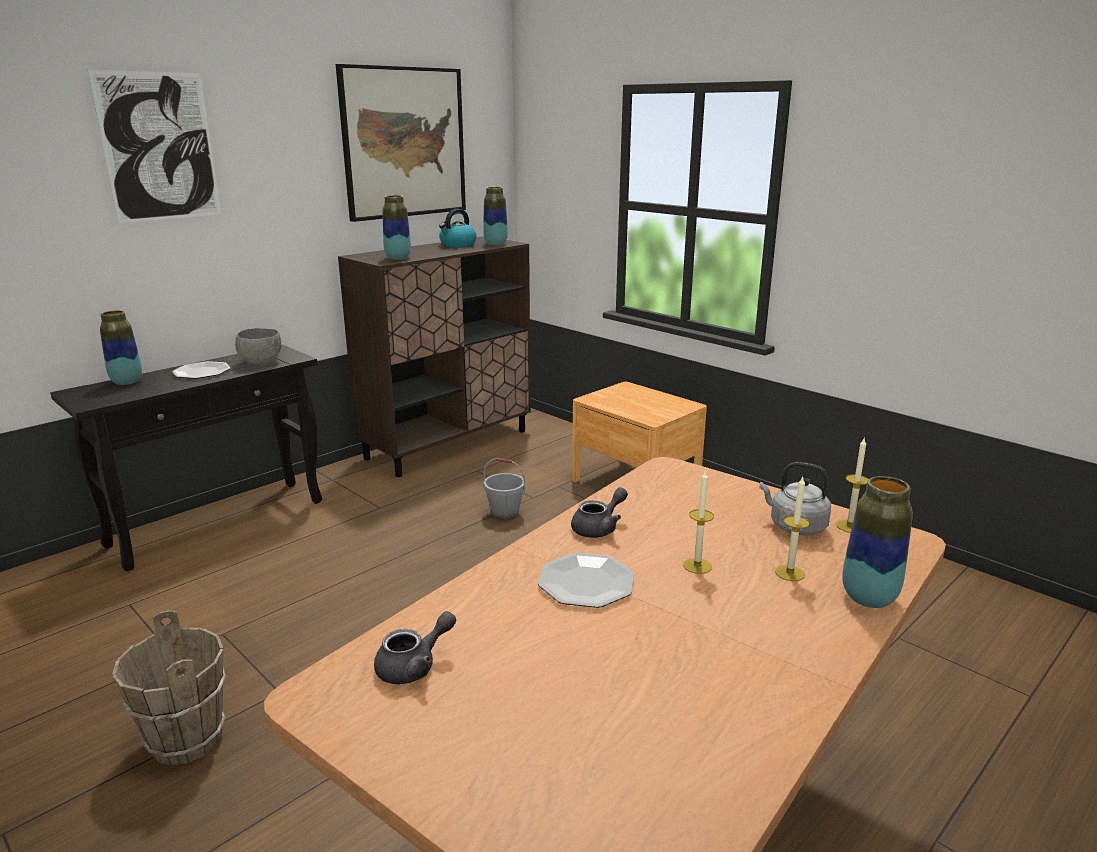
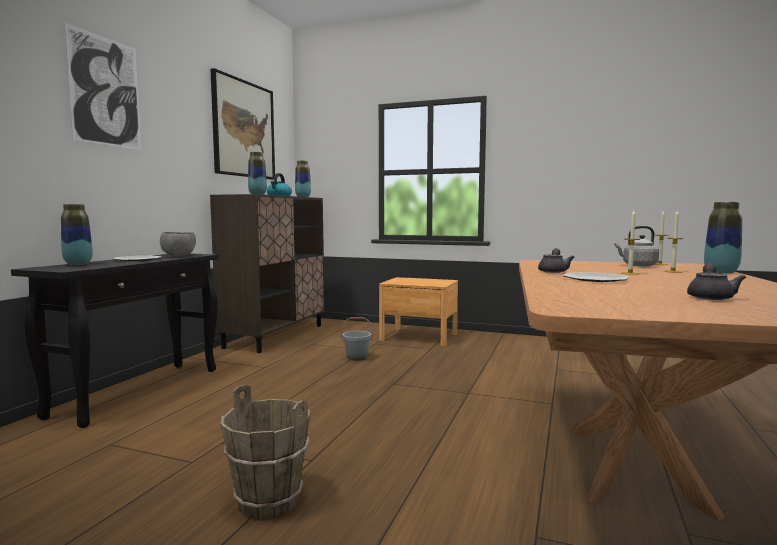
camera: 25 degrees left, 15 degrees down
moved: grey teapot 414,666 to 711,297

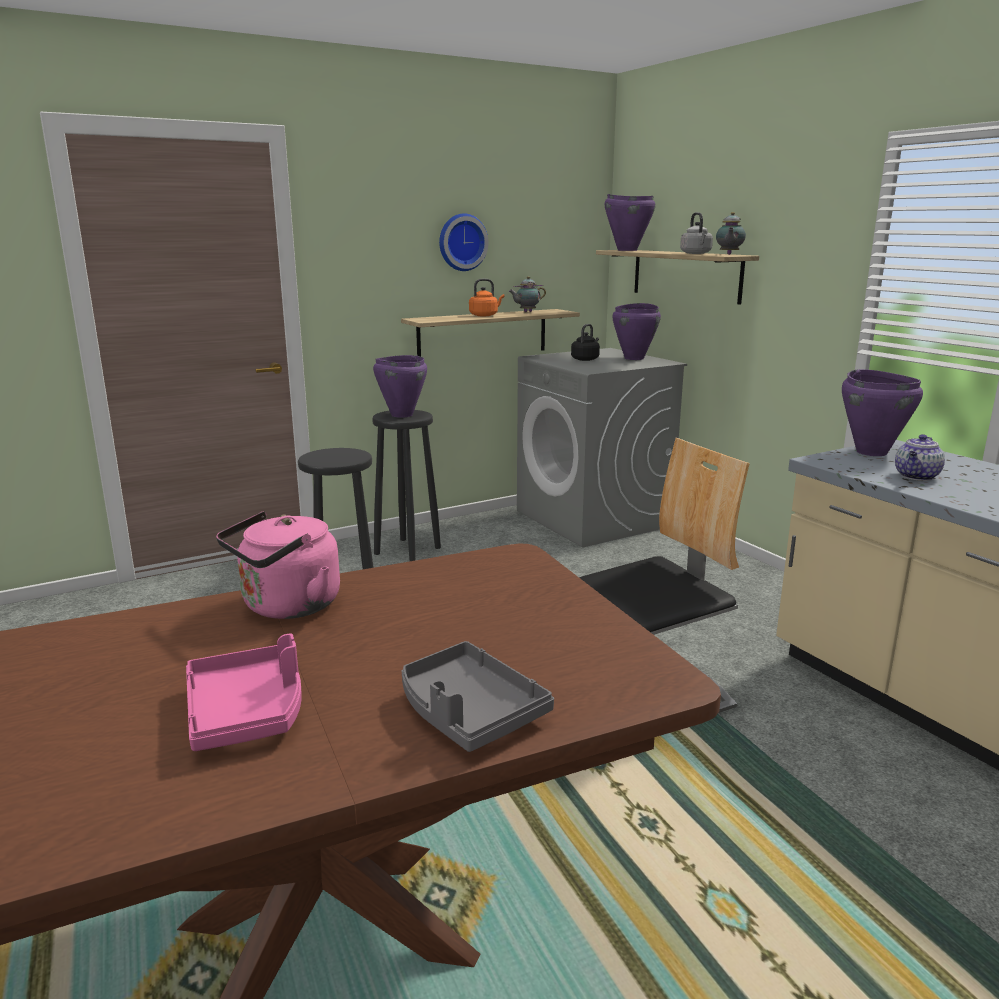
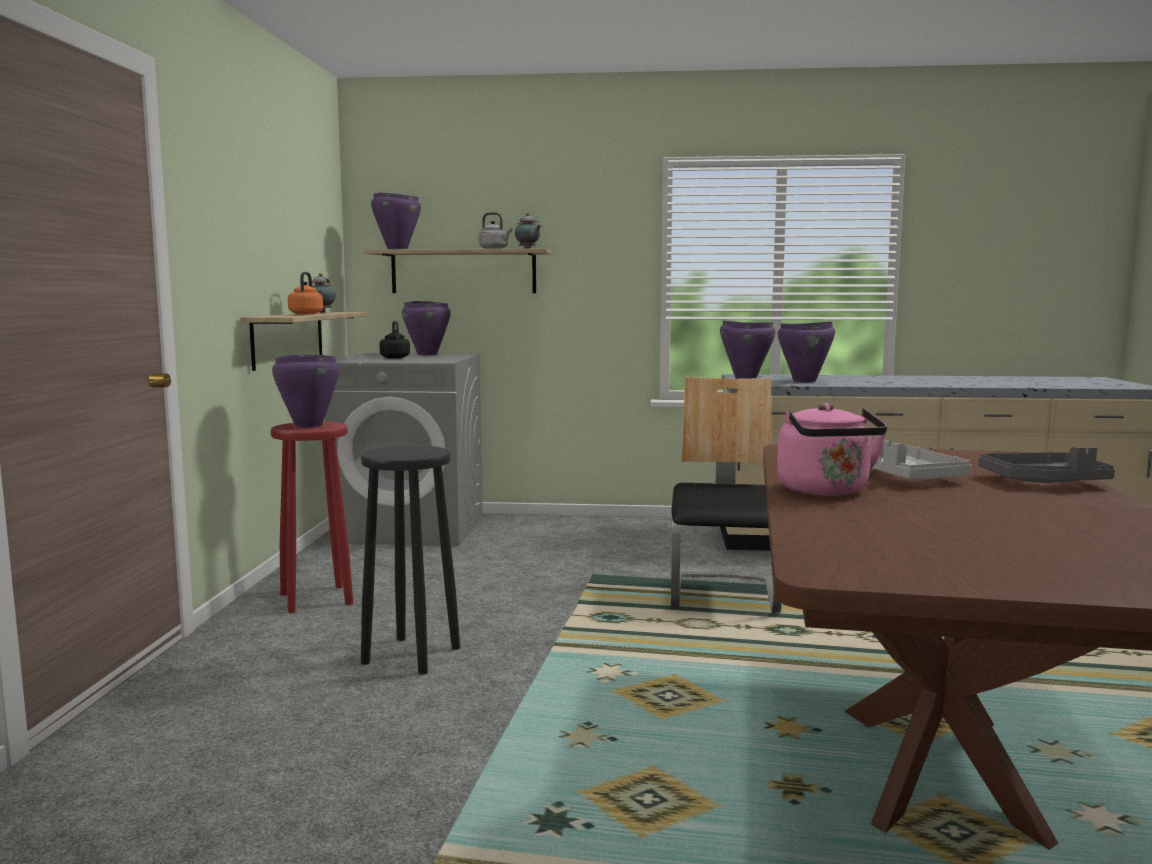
camera: 55 degrees left, 10 degrees down
removed: pink tray 248,712; wall clock 461,242
added: grey tray 907,477
replaced: teapot 917,476 to purple cooking pot 805,381
recoloured: black stool 408,551 to red stool 317,599

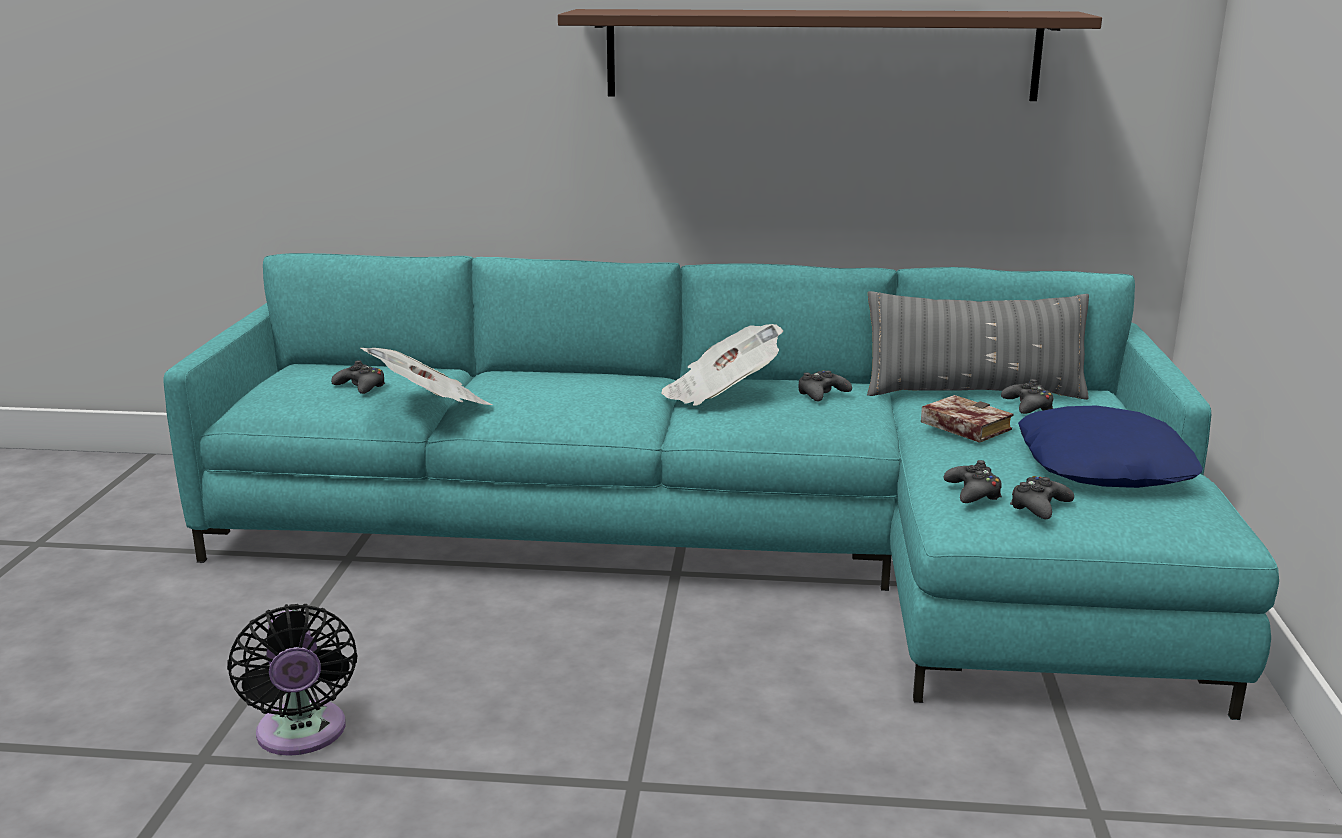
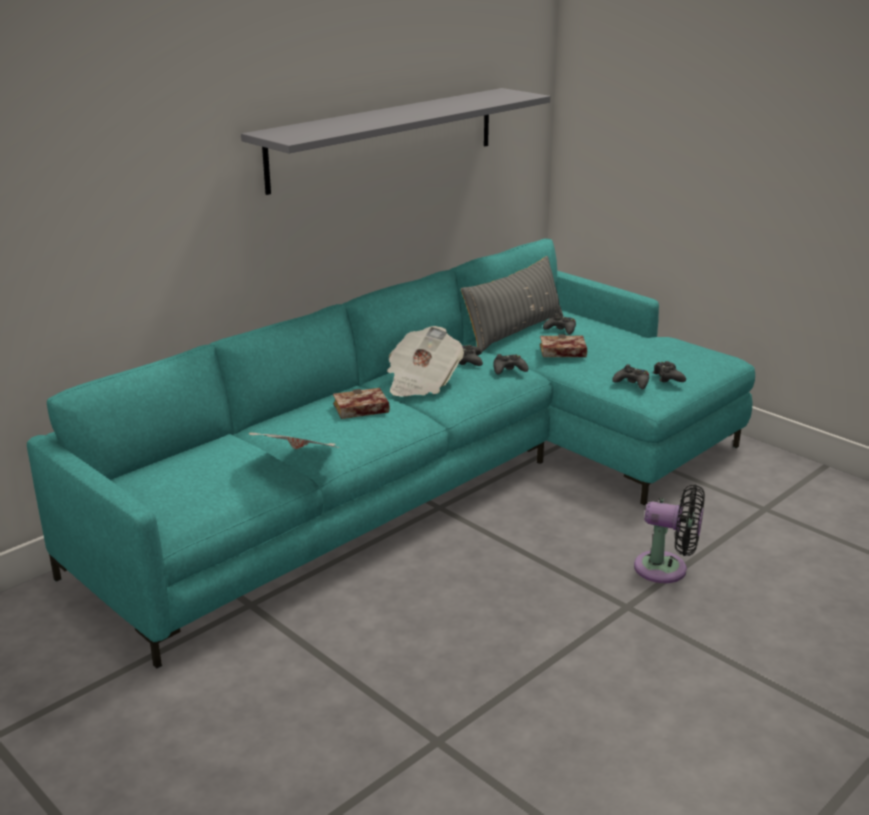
camera: 50 degrees left, 5 degrees up
removed: blue pillow 1104,466
added: book 359,410
moved: black game controller 361,386 to 509,370; black fan 302,735 to 666,569
recoloured: brown shelf 820,54 to grey shelf 385,138

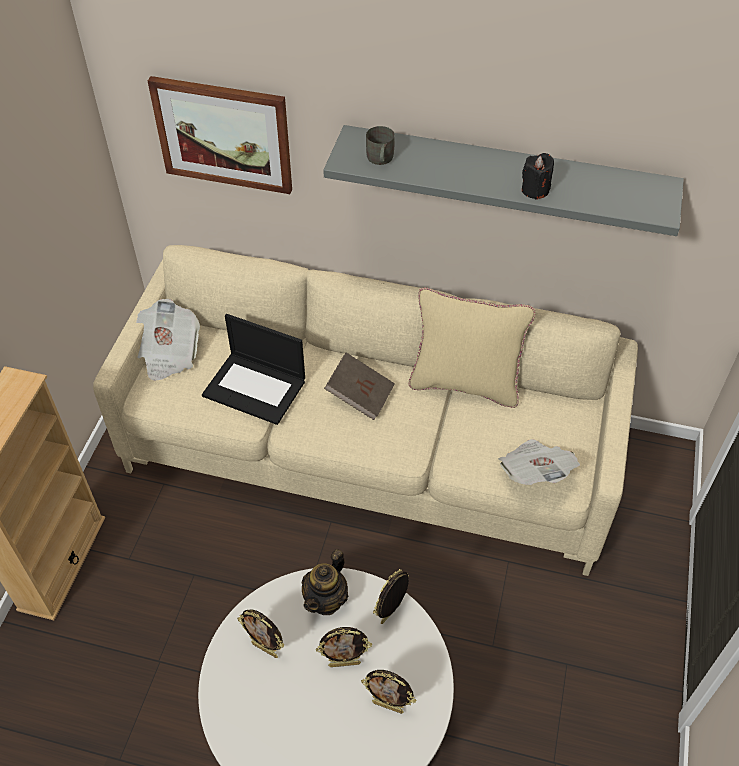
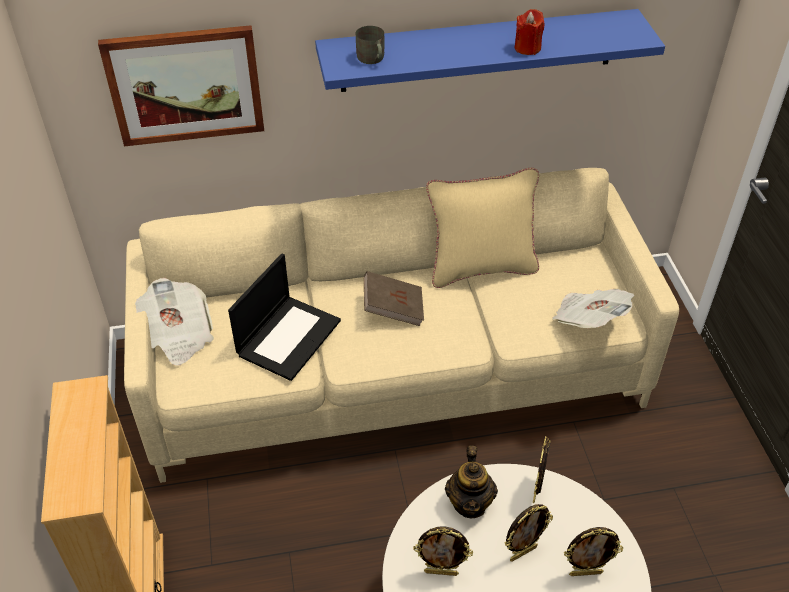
camera: 25 degrees left, 5 degrees down
recoloured: grey shelf 505,175 to blue shelf 478,50; black candle 535,190 to red candle 527,48
turned: laptop 256,388 = 288,336 60 degrees counterclockwise

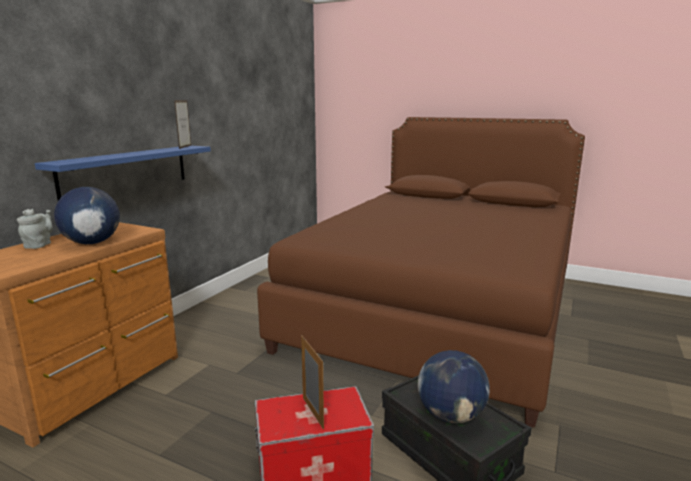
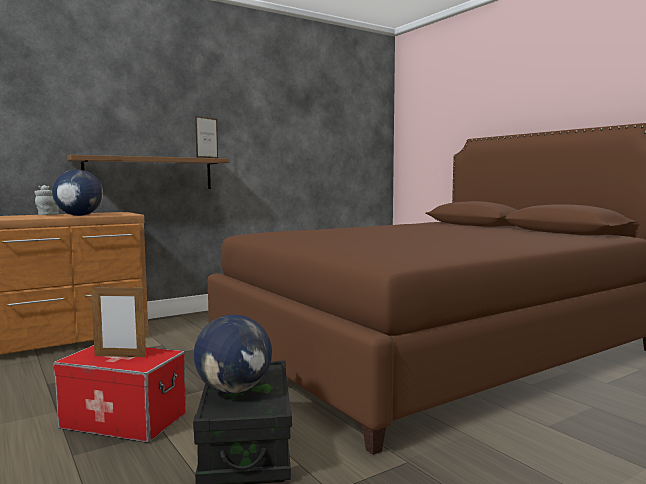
camera: 30 degrees right, 10 degrees down
recoloured: blue shelf 126,171 to brown shelf 149,173
turned: picture frame 312,412 = 120,356 90 degrees clockwise

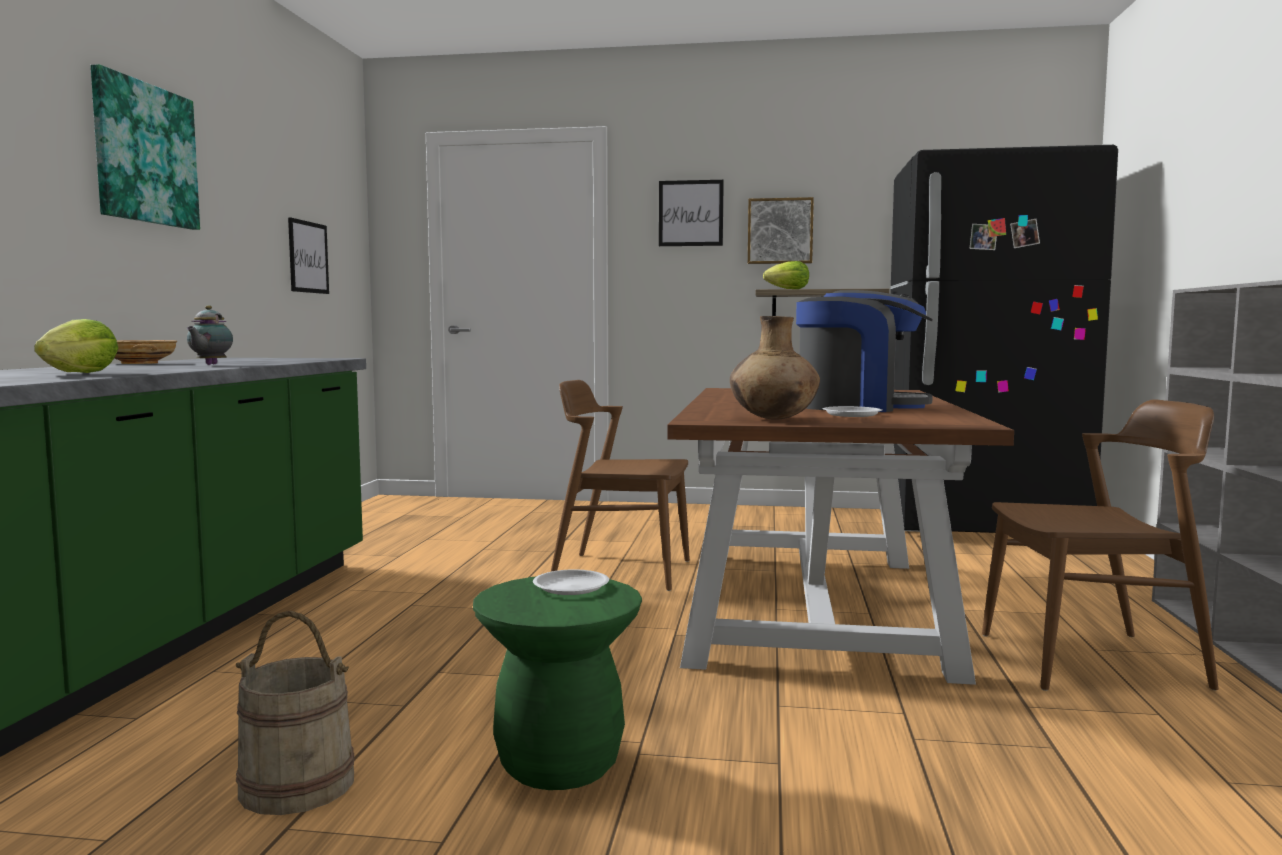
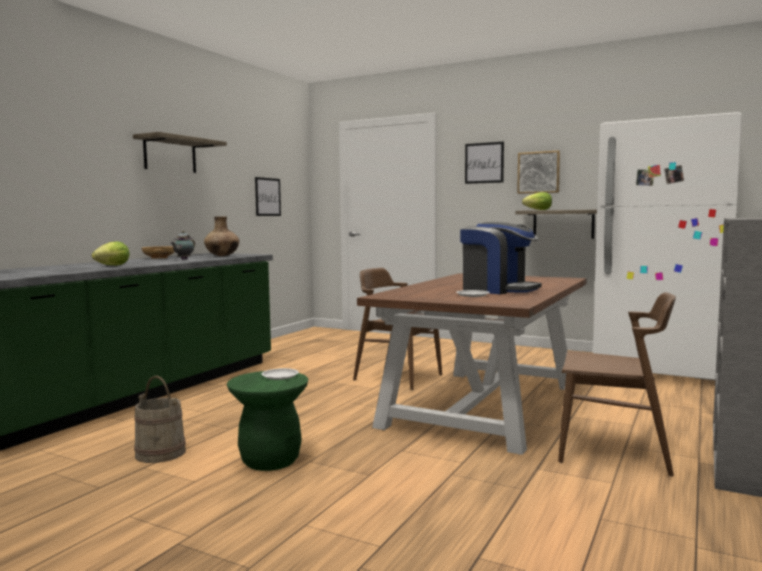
camera: 20 degrees right, 0 degrees up
moved: brown vase 773,419 to 222,256
replaced: picture 144,154 to shelf 170,155
recoloured: black fridge 980,526 to white fridge 660,369

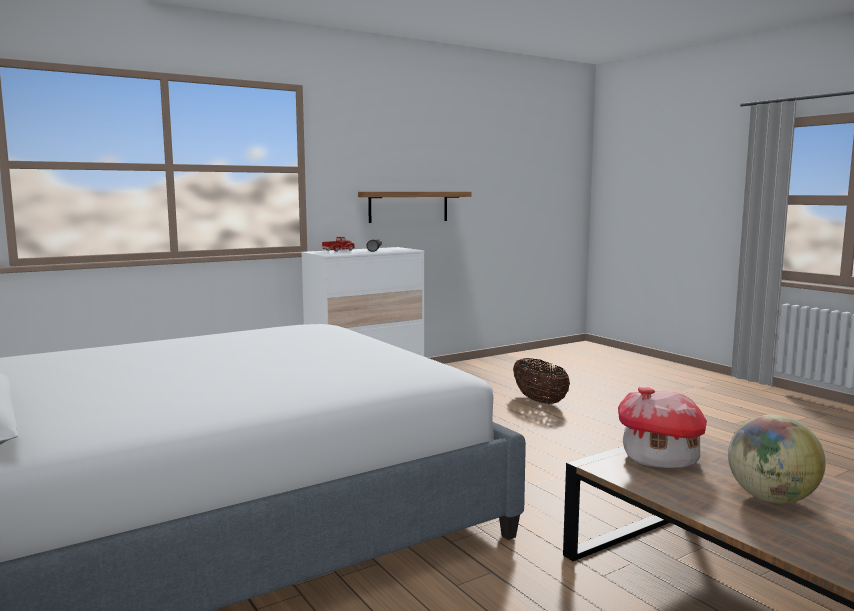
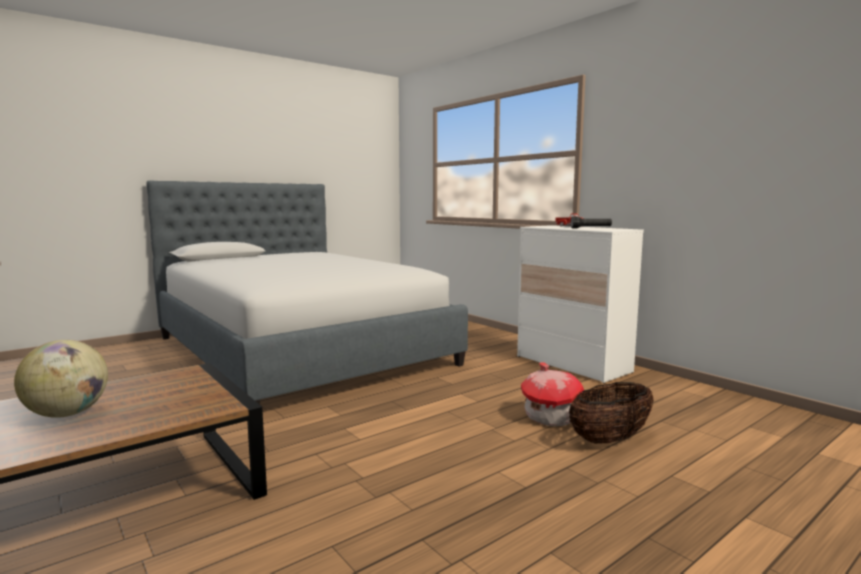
camera: 85 degrees right, 0 degrees up
removed: shelf 408,206
moved: toy house 660,458 to 549,417

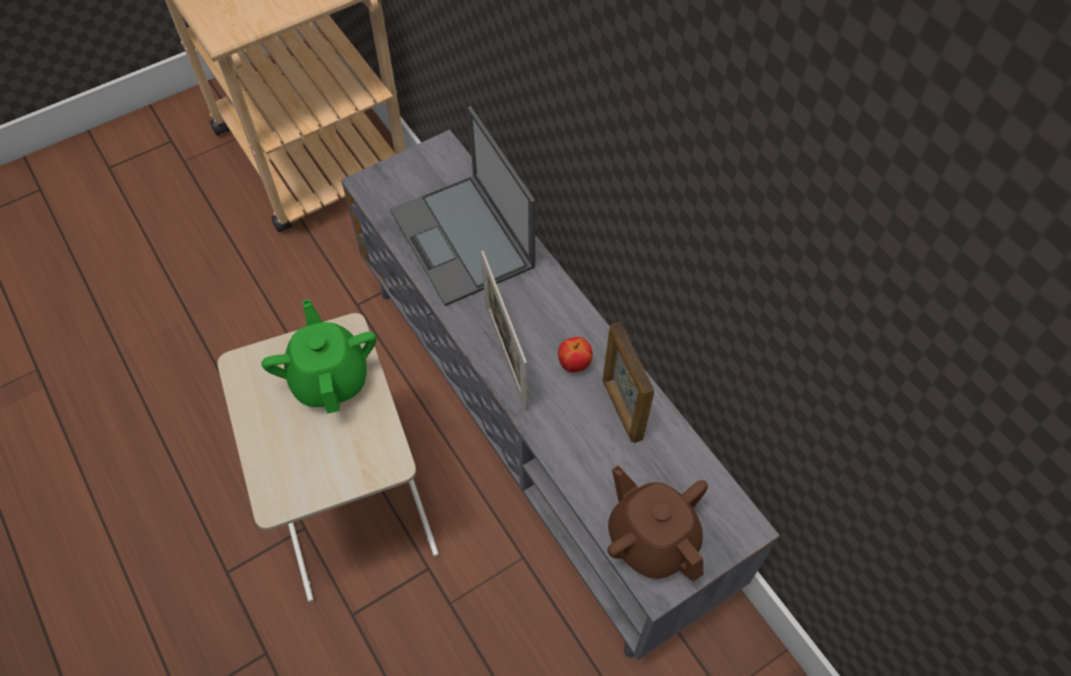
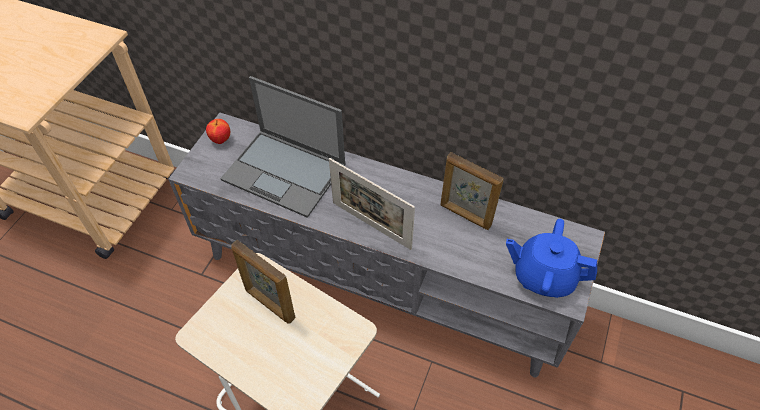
camera: 35 degrees left, 5 degrees down
moved: apple 574,364 to 221,140
replaced: green teapot 330,378 to picture frame 269,304
recoloured: brown teapot 652,538 to blue teapot 543,276

